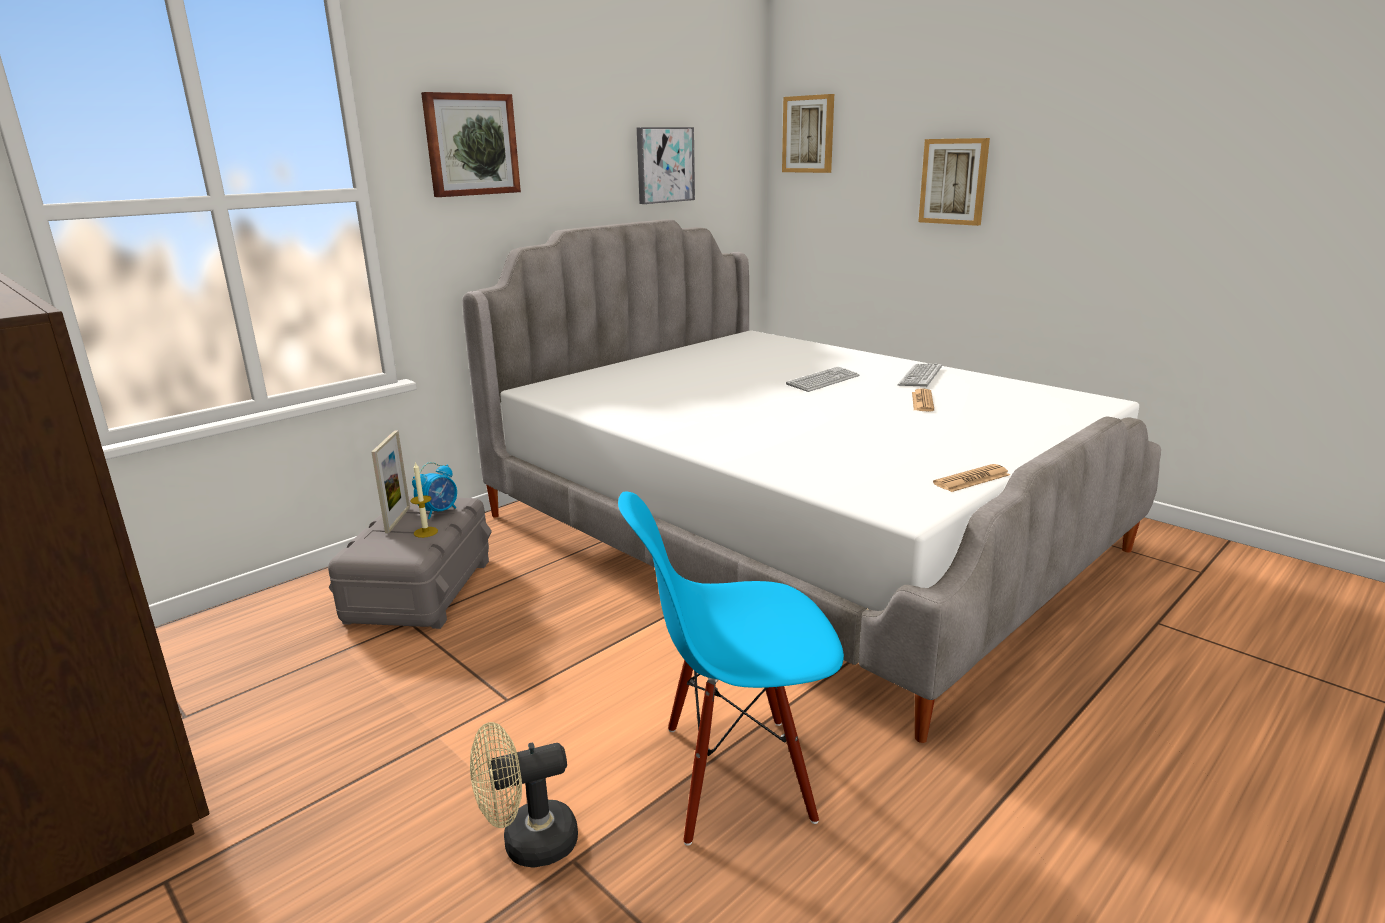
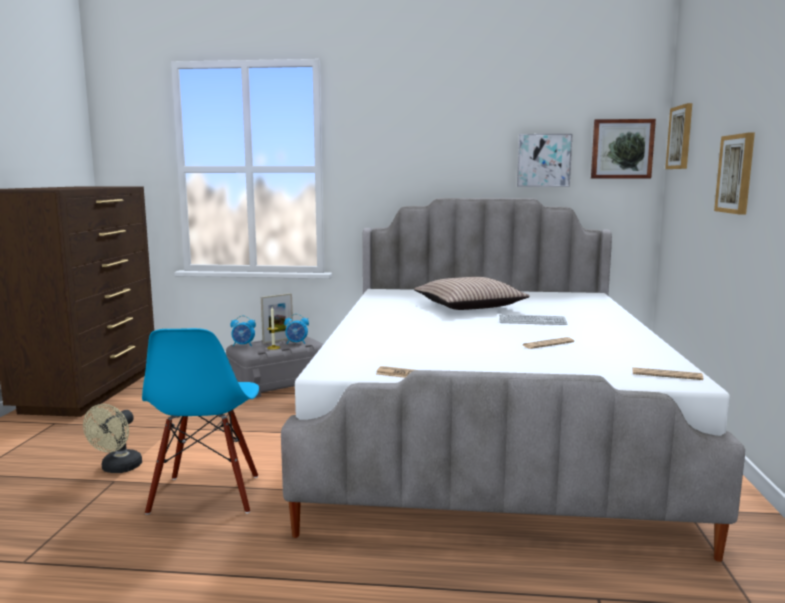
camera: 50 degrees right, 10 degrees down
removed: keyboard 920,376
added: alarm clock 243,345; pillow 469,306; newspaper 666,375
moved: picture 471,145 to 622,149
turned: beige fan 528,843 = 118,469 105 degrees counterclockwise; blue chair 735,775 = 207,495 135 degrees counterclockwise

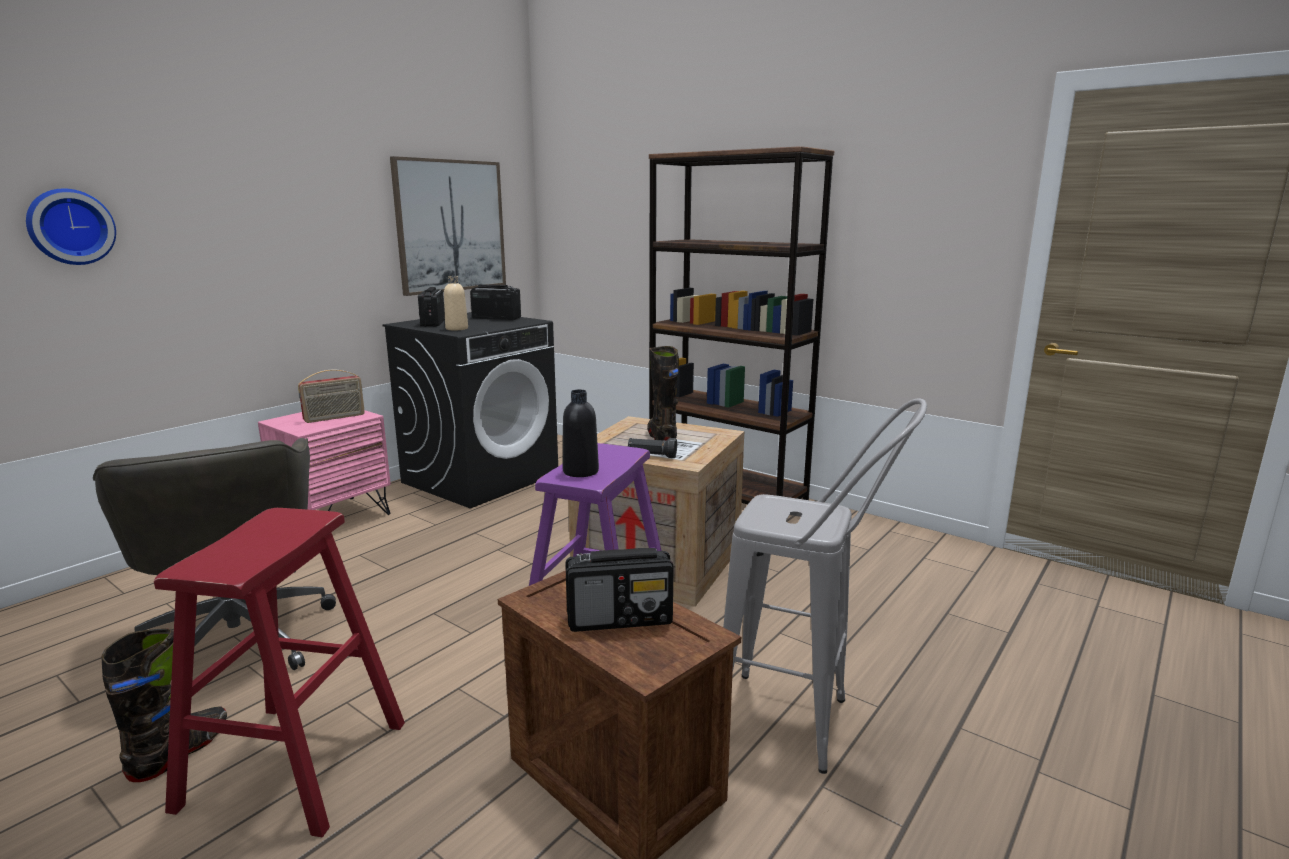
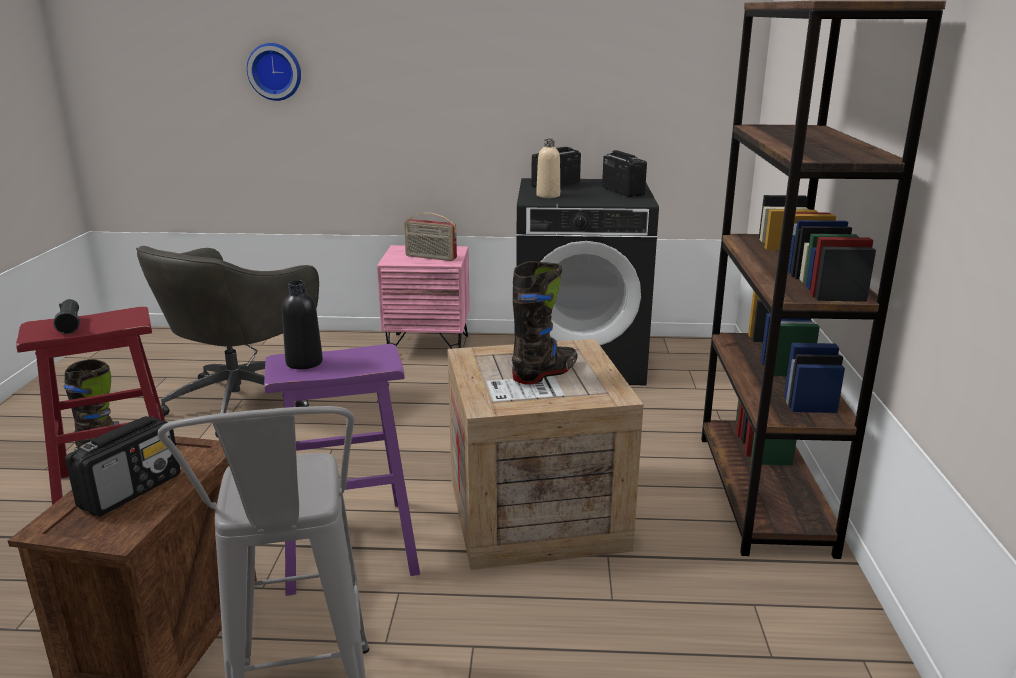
camera: 55 degrees right, 5 degrees up
removed: picture 451,226
moved: black flashlight 651,456 to 70,325
turned: radio 621,619 = 131,490 105 degrees counterclockwise

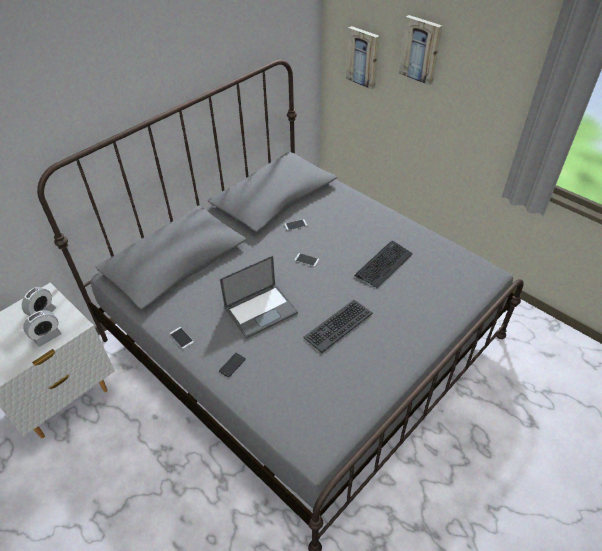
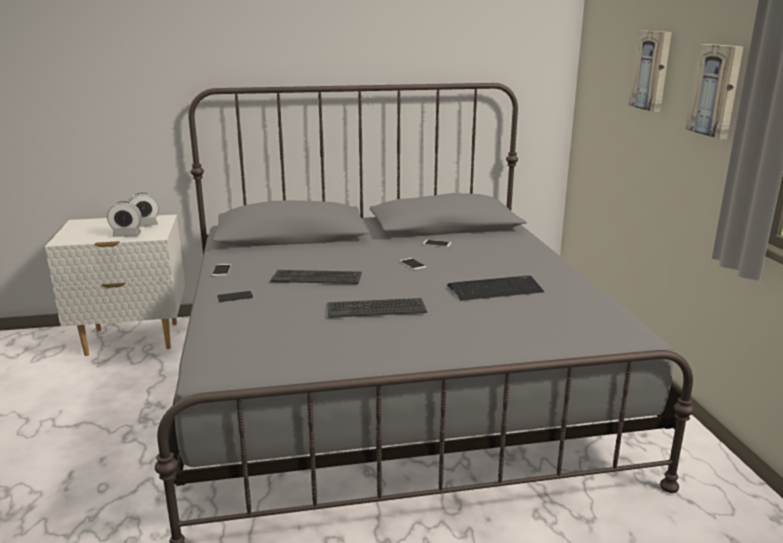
camera: 35 degrees right, 25 degrees down
moved: picture 363,57 to 716,90
replaced: laptop 261,310 to keyboard 317,277

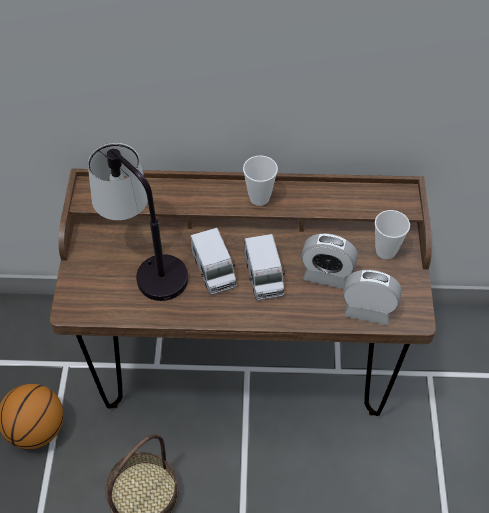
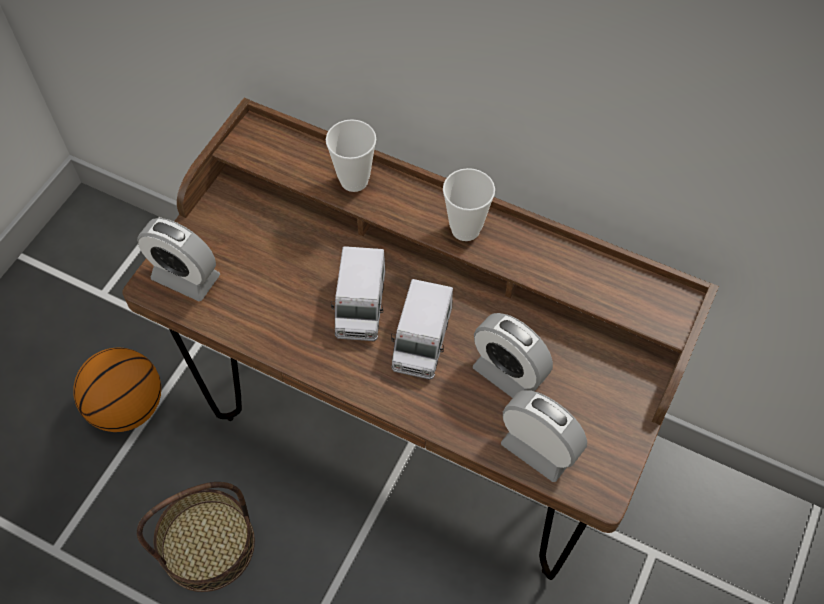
camera: 25 degrees right, 5 degrees up
removed: table lamp 145,265
added: alarm clock 186,277
moved: cup 385,251 to 354,180

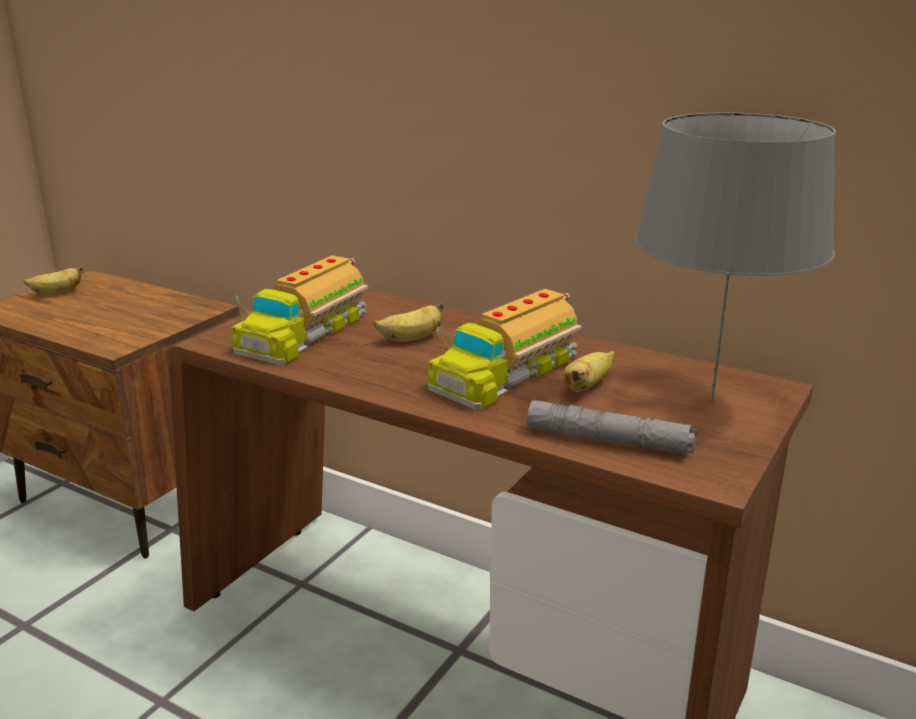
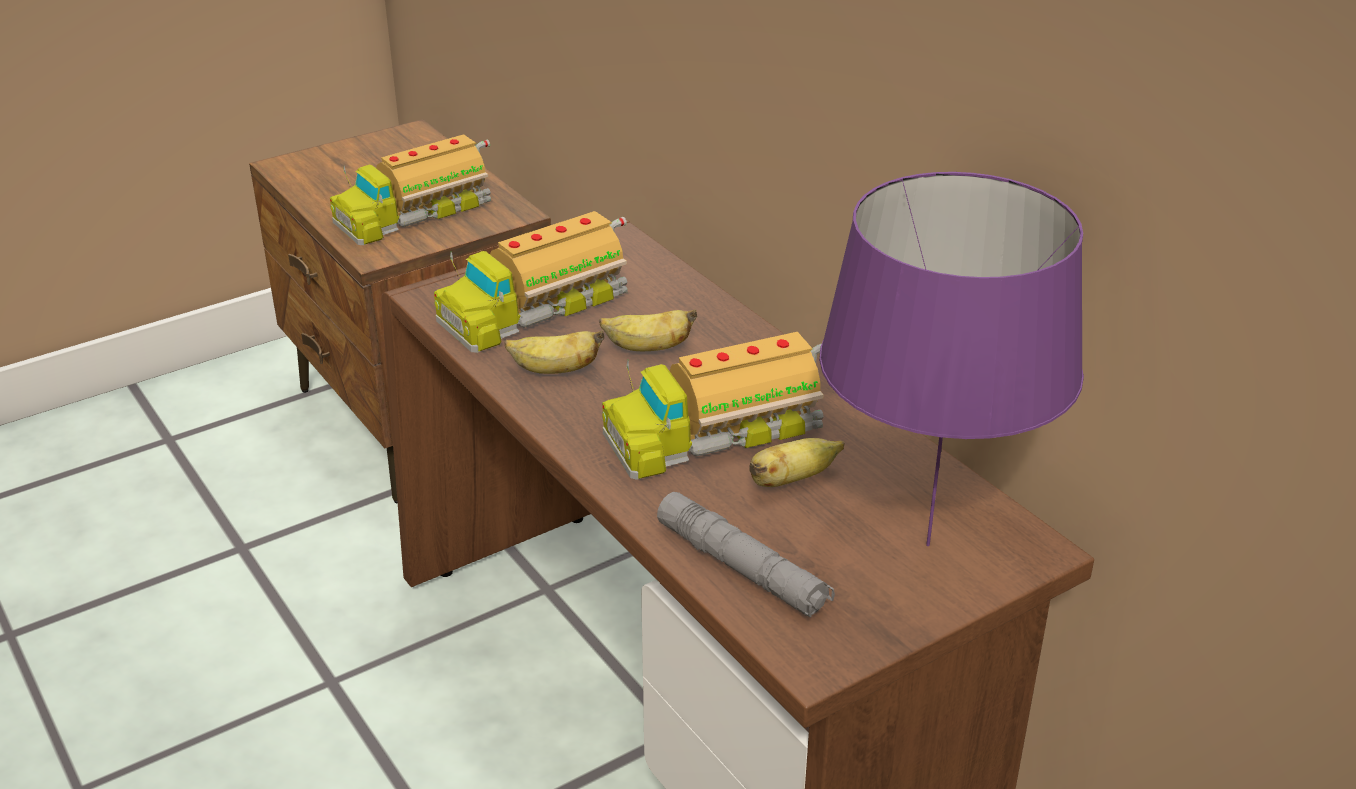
camera: 25 degrees right, 10 degrees up
added: toy truck 413,211
moved: banana 56,293 to 554,370
recoloured: grey table lamp 711,400 to purple table lamp 926,545

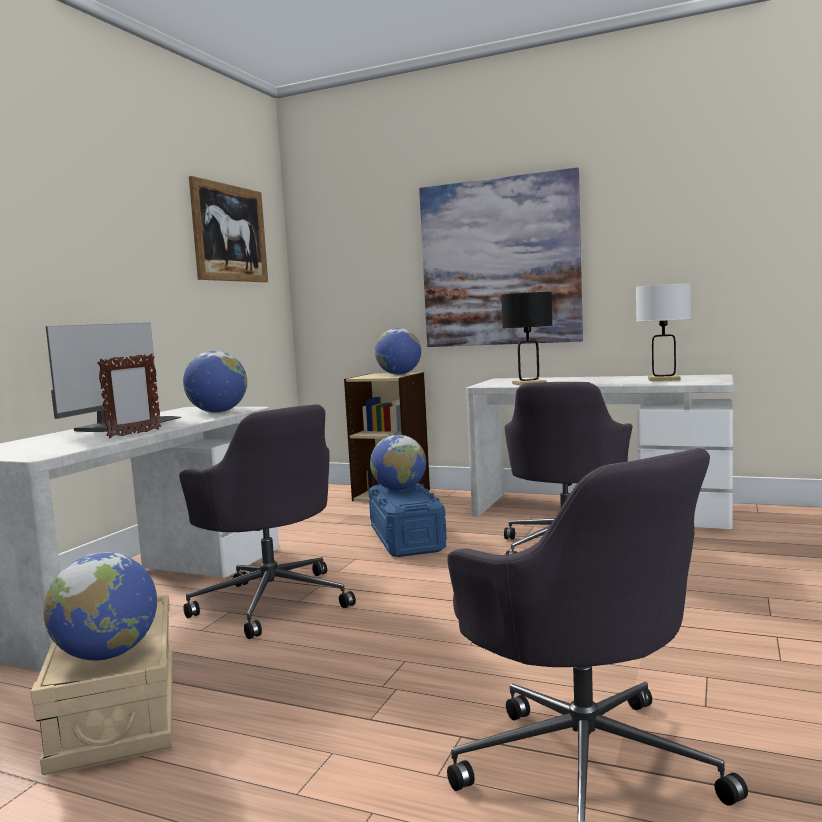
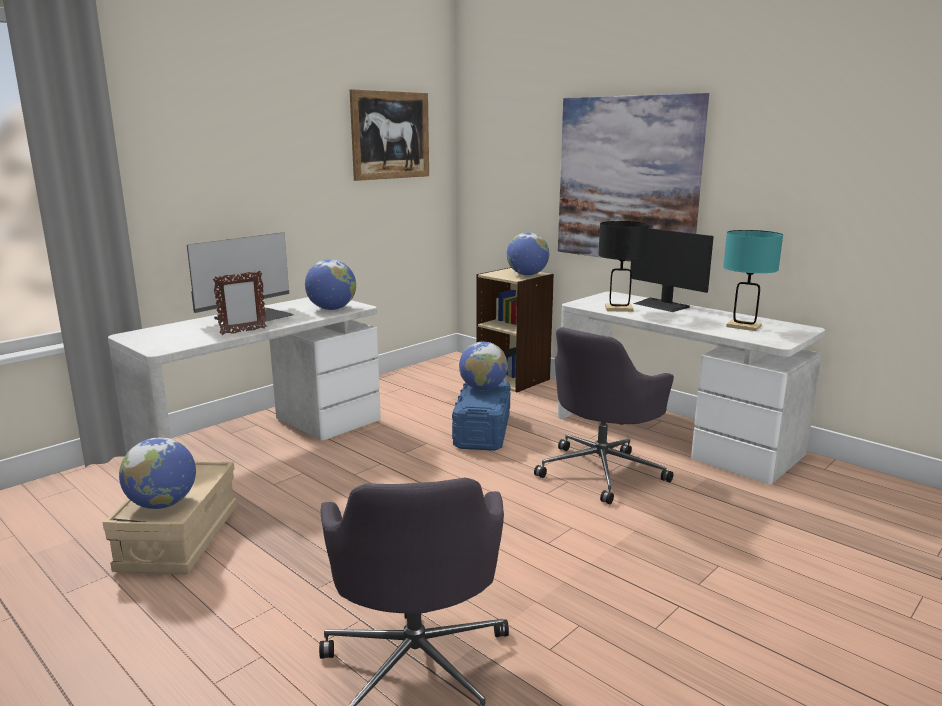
camera: 20 degrees right, 10 degrees up
removed: grey office chair 272,601
added: monitor 662,305
recoloured: white table lamp 664,379 to turquoise table lamp 743,326

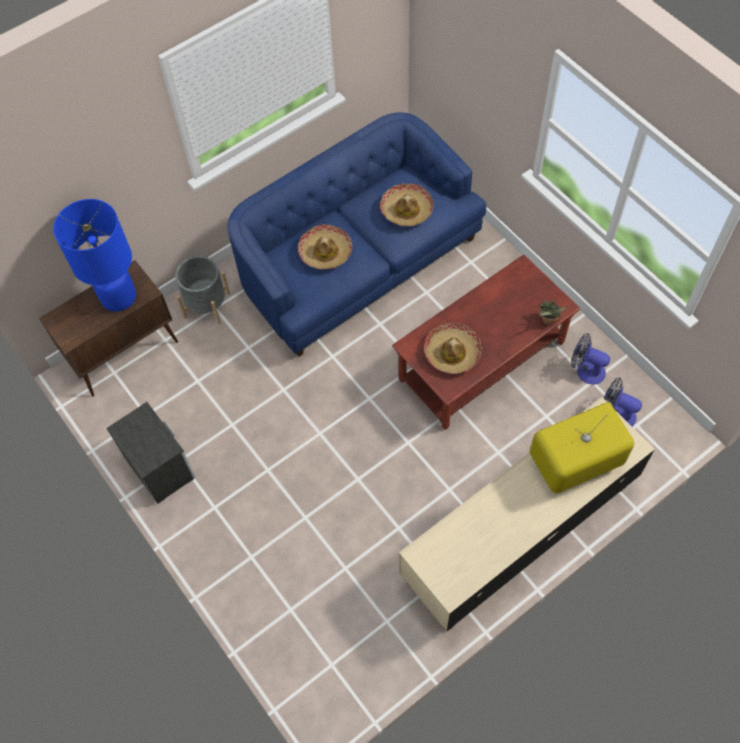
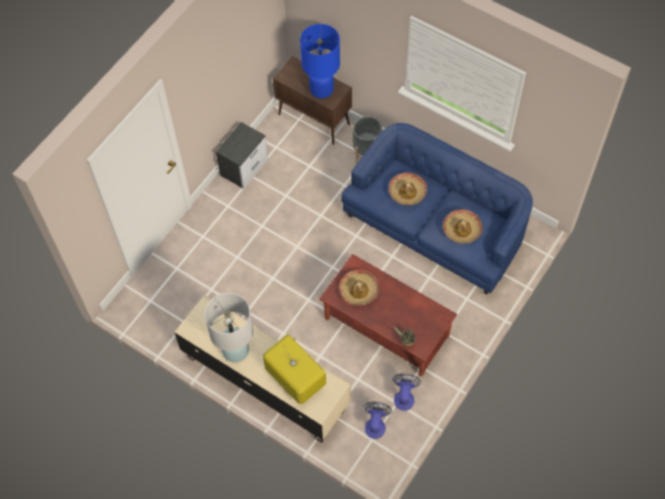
camera: 70 degrees right, 0 degrees up
added: white table lamp 236,351

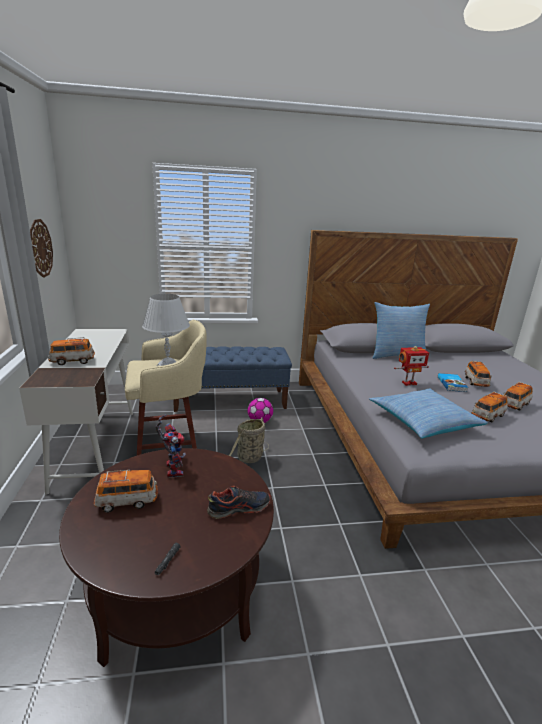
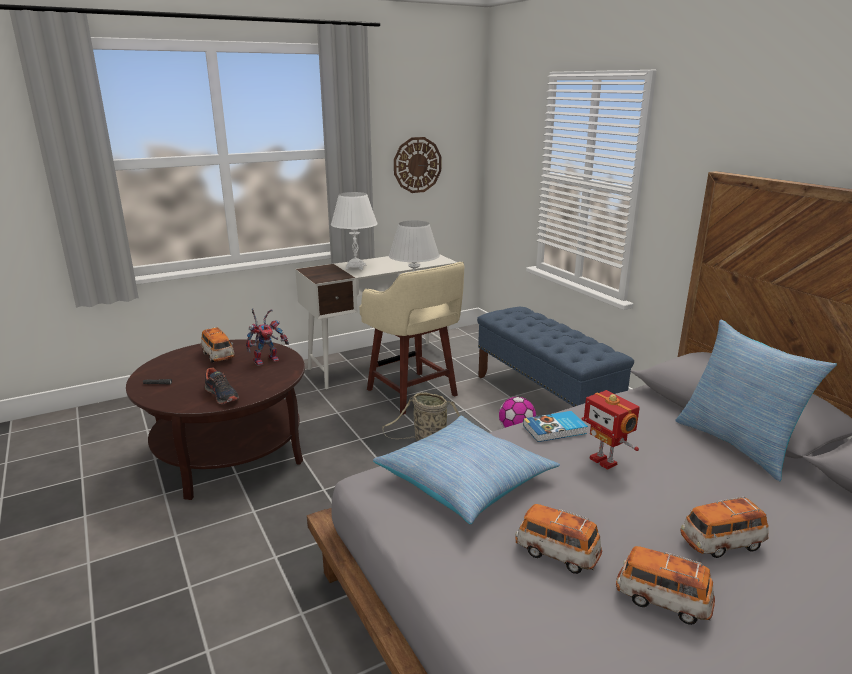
camera: 70 degrees right, 0 degrees up
moved: book 452,384 to 555,429
replaced: toy car 72,361 to white table lamp 356,267

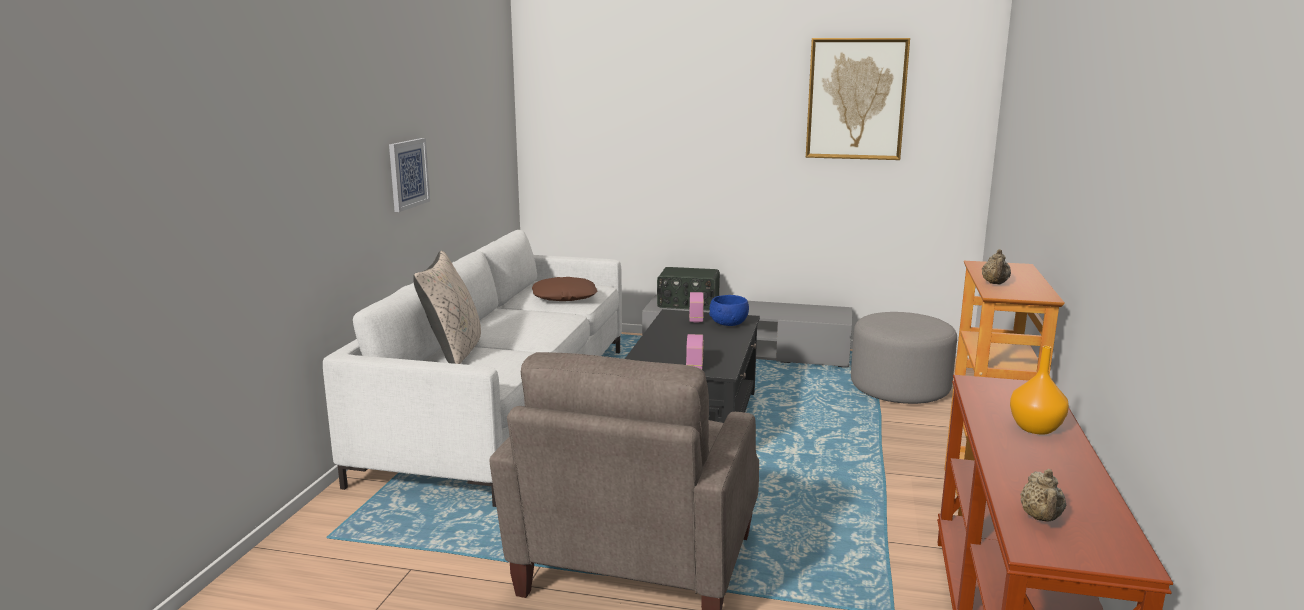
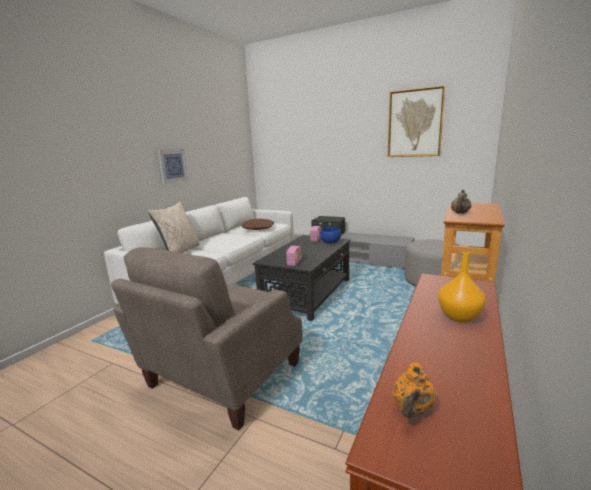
camera: 15 degrees right, 0 degrees up
recoloured: beige teapot 1041,518 to orange teapot 412,409

